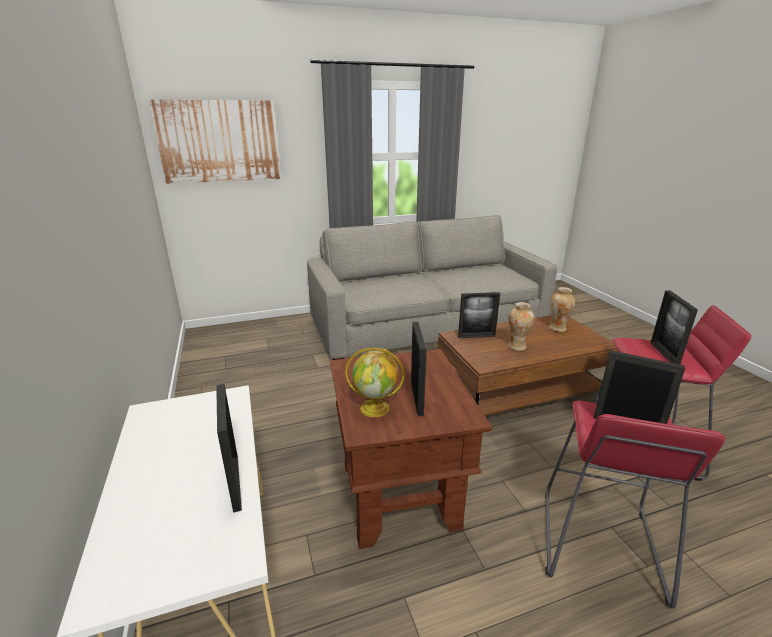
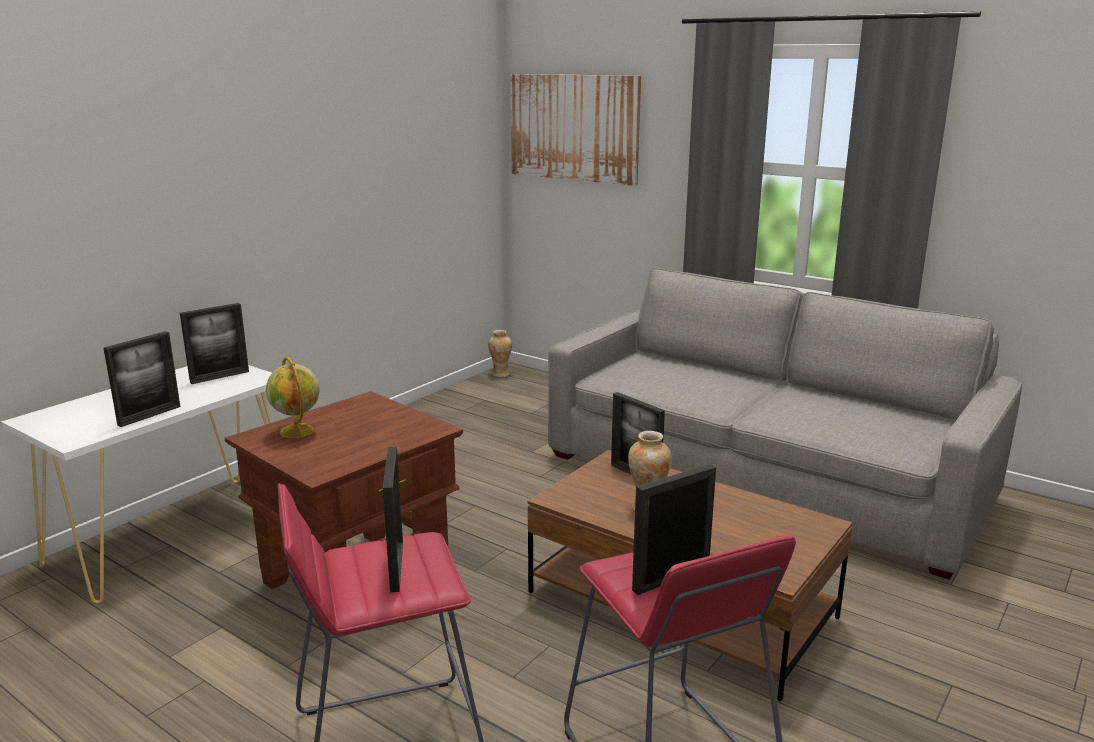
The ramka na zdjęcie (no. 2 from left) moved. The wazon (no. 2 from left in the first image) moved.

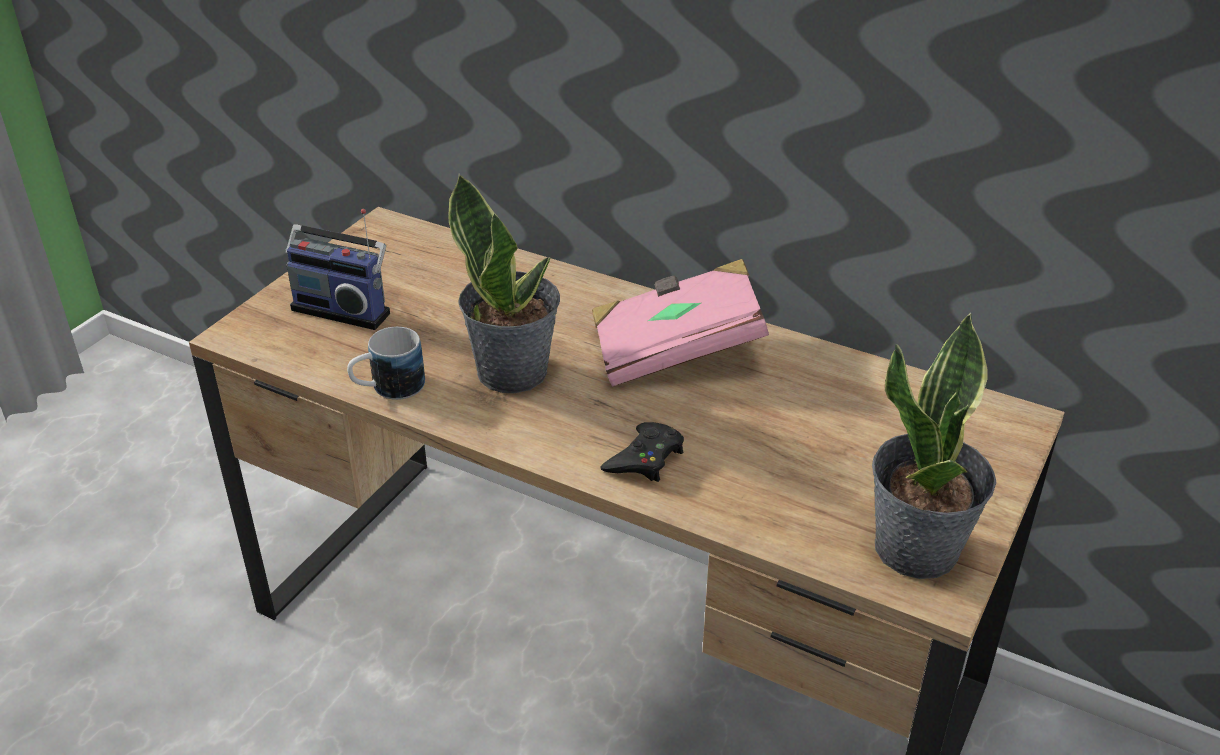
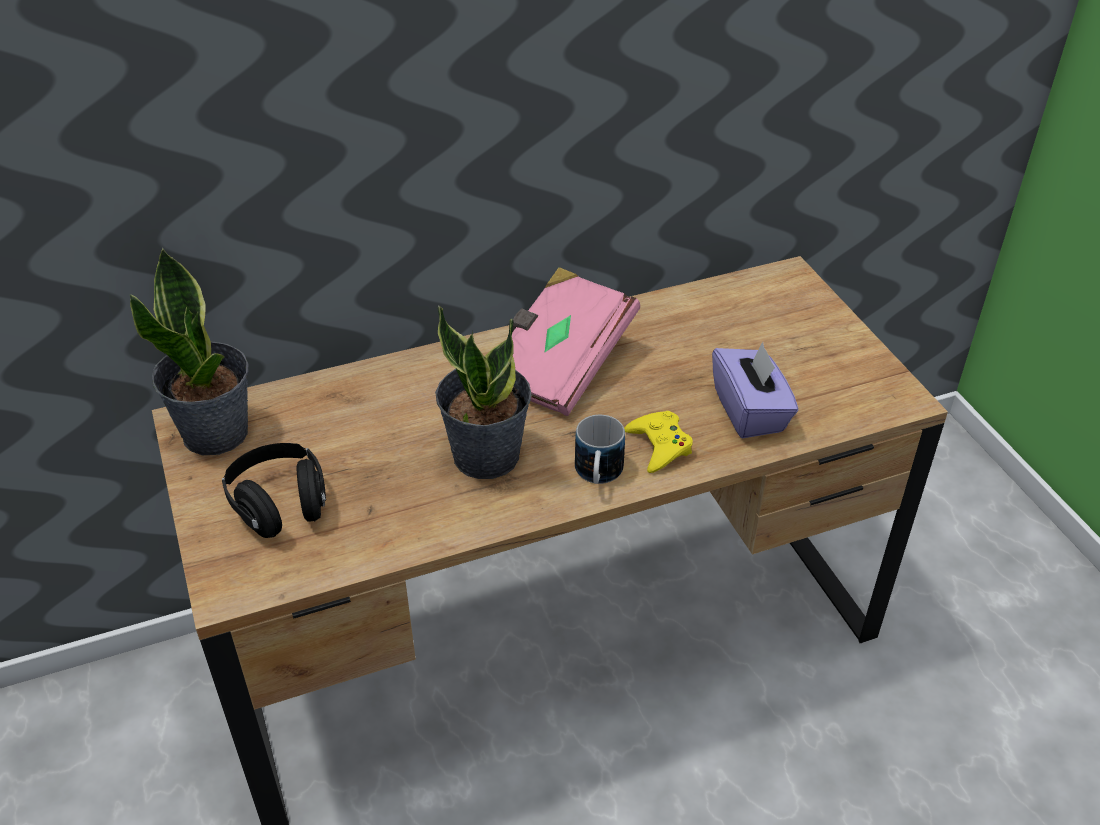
The radio was replaced by the słuchawki (czarny). The kubek moved. The pad do gier (czarny) became the pad do gier (żółty). The roślina doniczkowa (no. 2 from left in the first image) moved. The pudełko chusteczek (fioletowy) appeared.

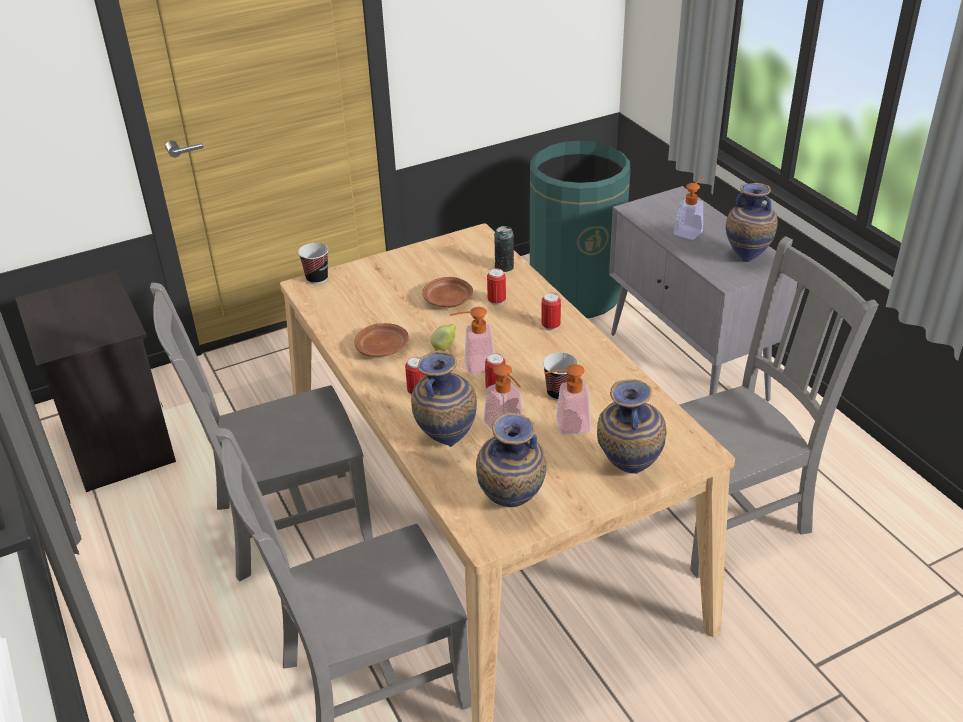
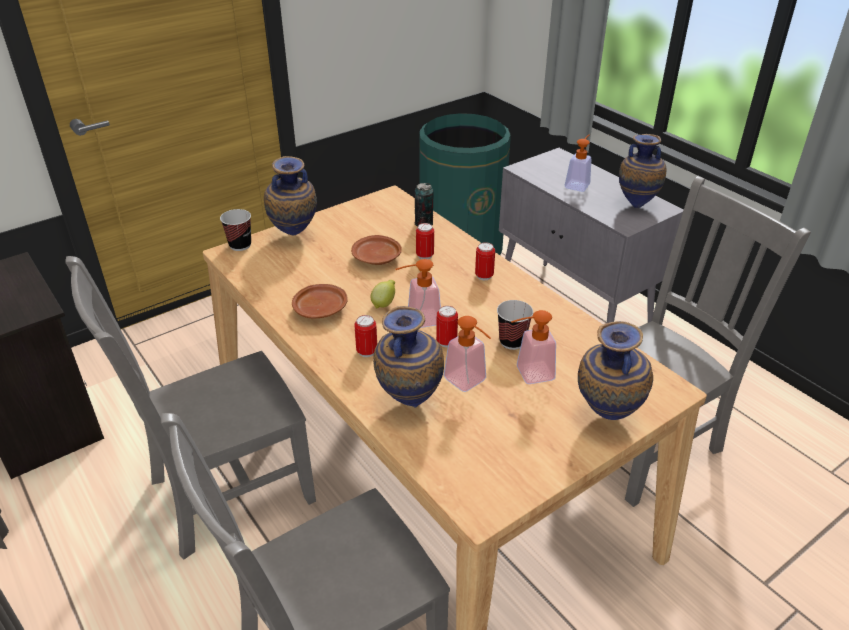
The wazon (no. 2 from left in the first image) moved.

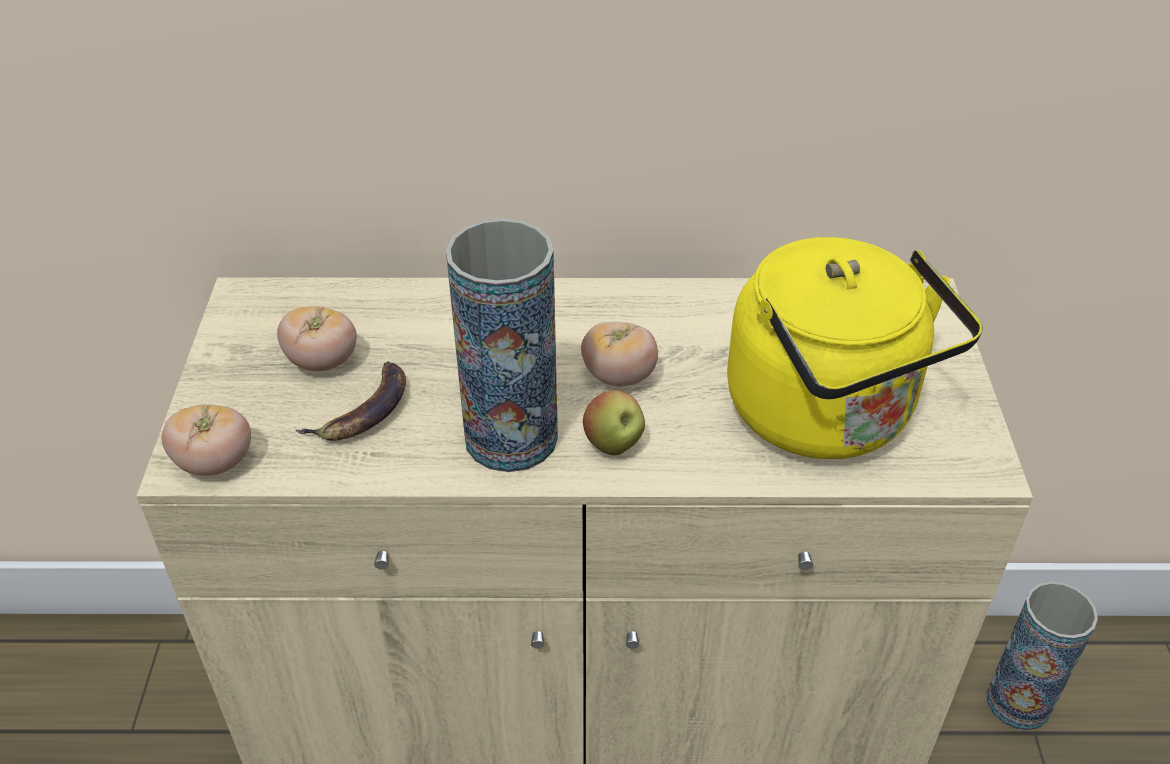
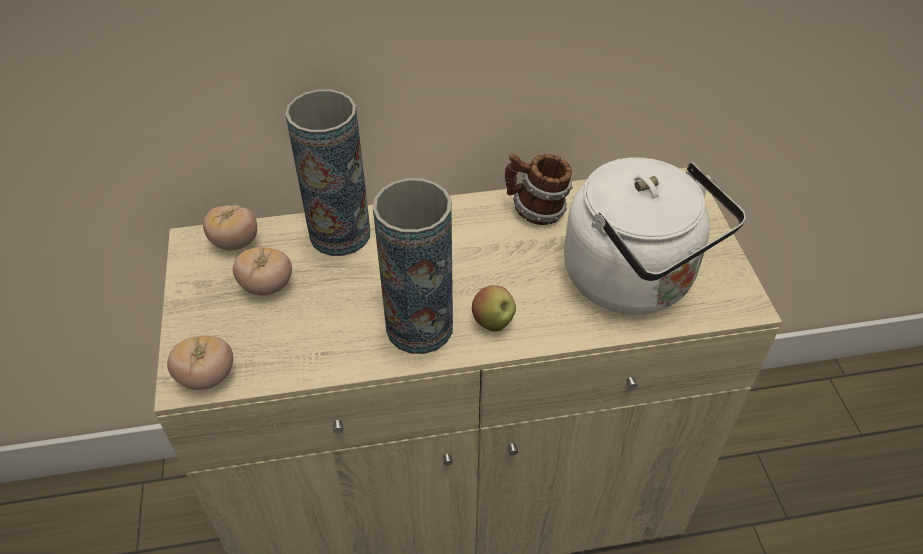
The banan disappeared. The pomidor (no. 3 from left in the first image) moved. The czajnik (żółty) became the czajnik (biały). The wazon (no. 2 from left in the first image) moved. The kubek appeared.

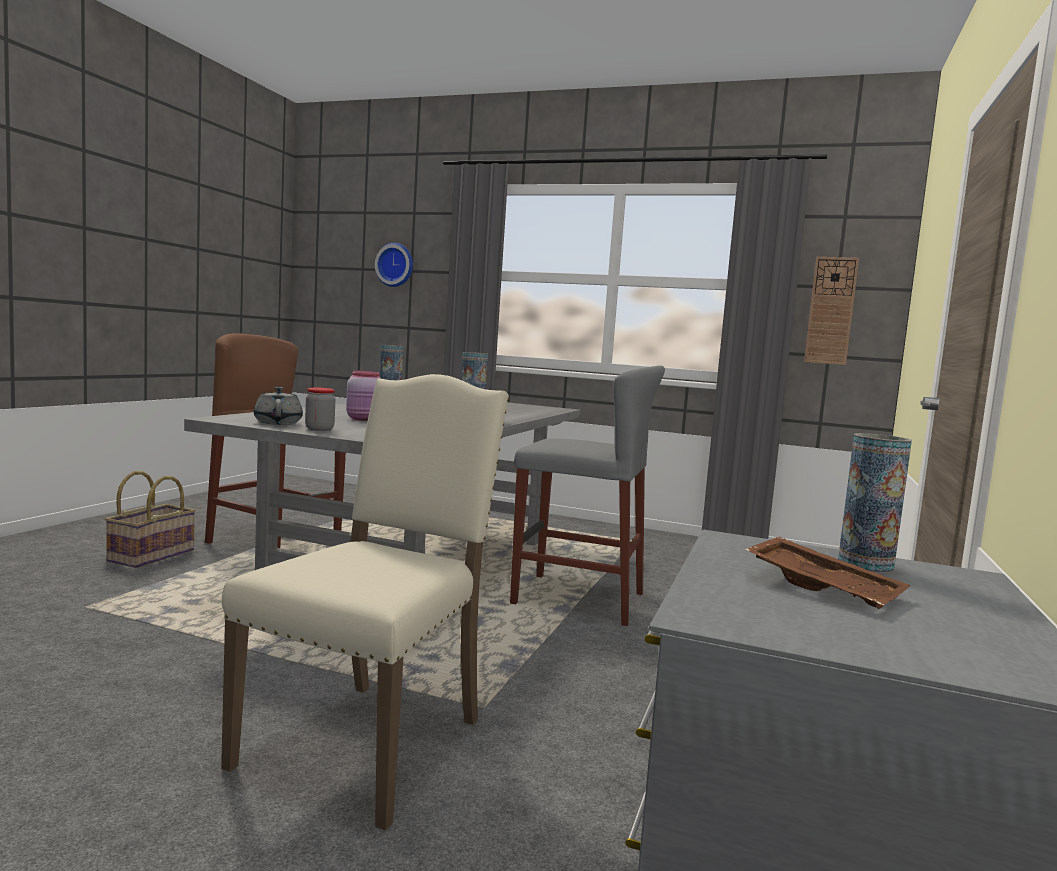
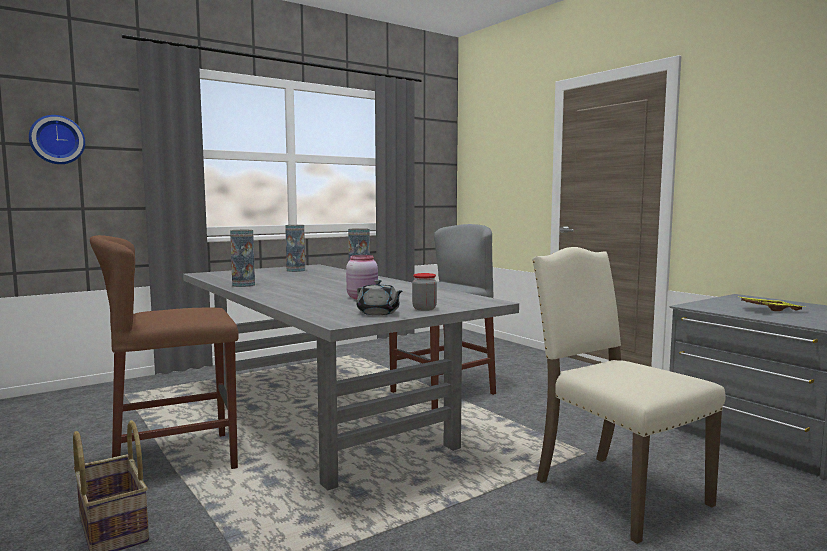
The imbryk (szary) turned 150 degrees counterclockwise. The taca (brązowy) became the taca (żółty). The zegar ścienny (no. 2 from left) disappeared. The wazon (no. 3 from left in the first image) moved.

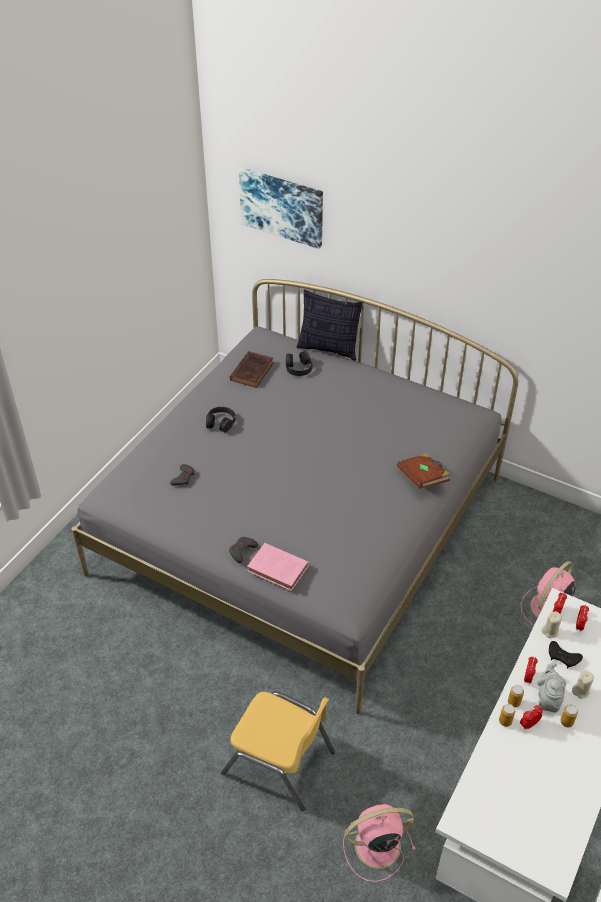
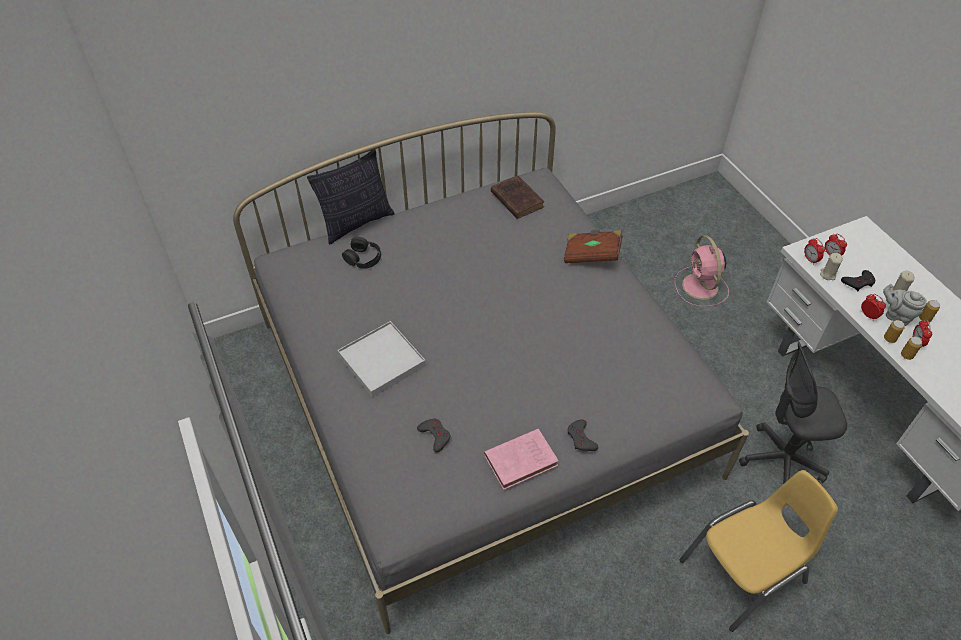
The słuchawki (czarny) (no. 1 from left) was replaced by the taca (biały). The książka (brązowy) (no. 1 from left) moved. The obraz disappeared. The książka (różowy) moved. The wentylator (różowy) (no. 1 from left) disappeared. The krzesło biurowe (szary) appeared.

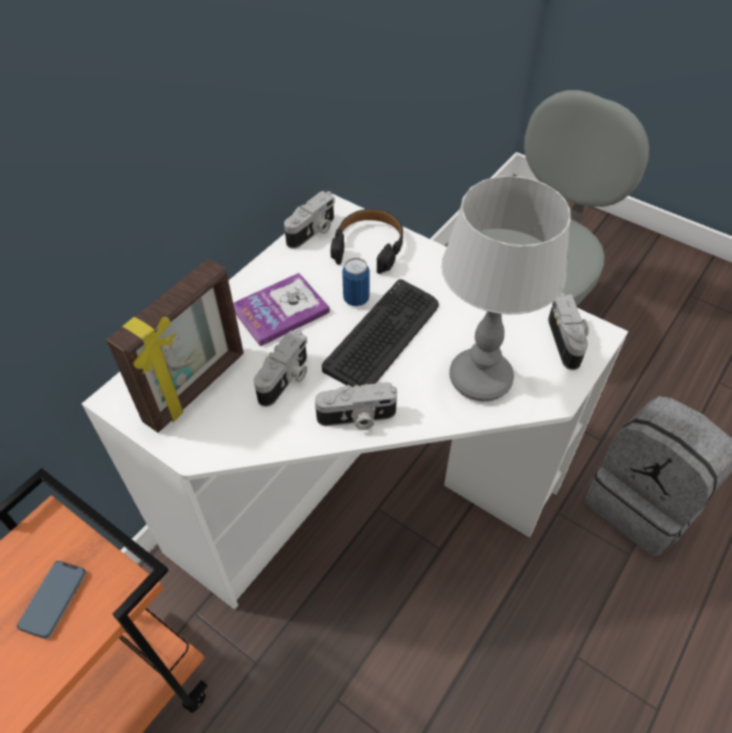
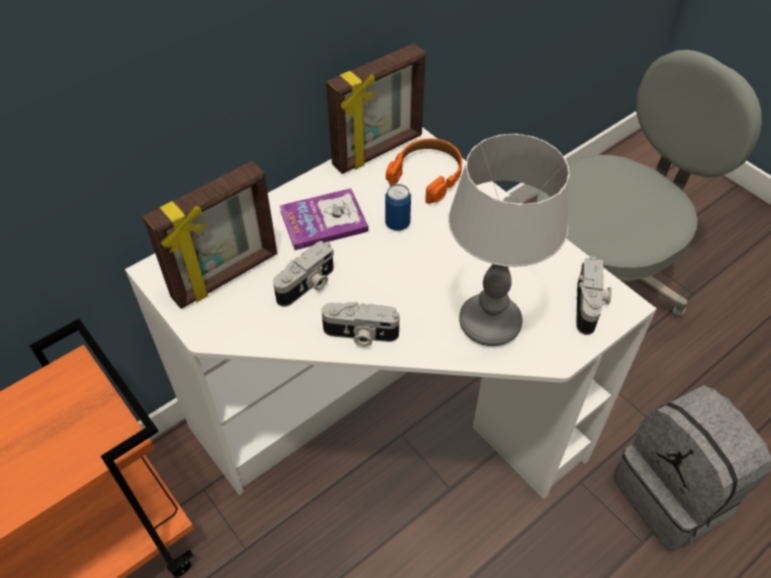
The telefon disappeared. The aparat fotograficzny (no. 2 from left) was replaced by the ramka na zdjęcie (no. 2 from left). The klawiatura disappeared. The słuchawki (czarny) became the słuchawki (pomarańczowy).

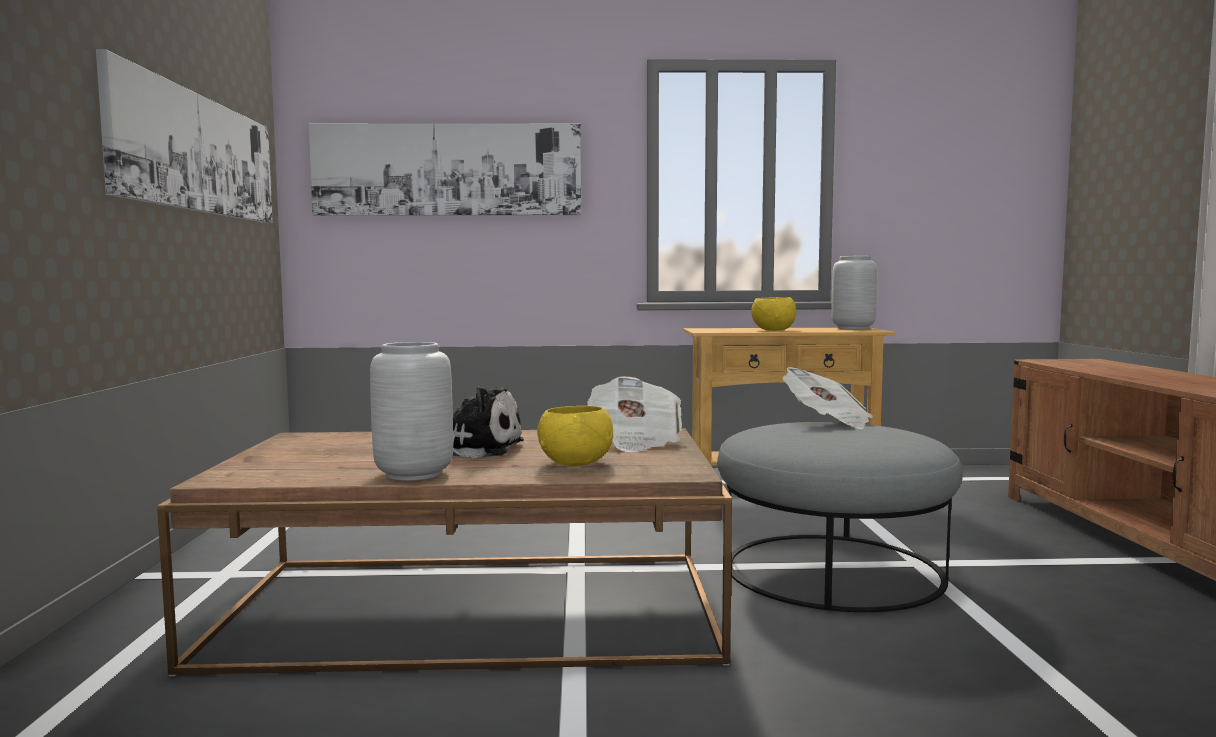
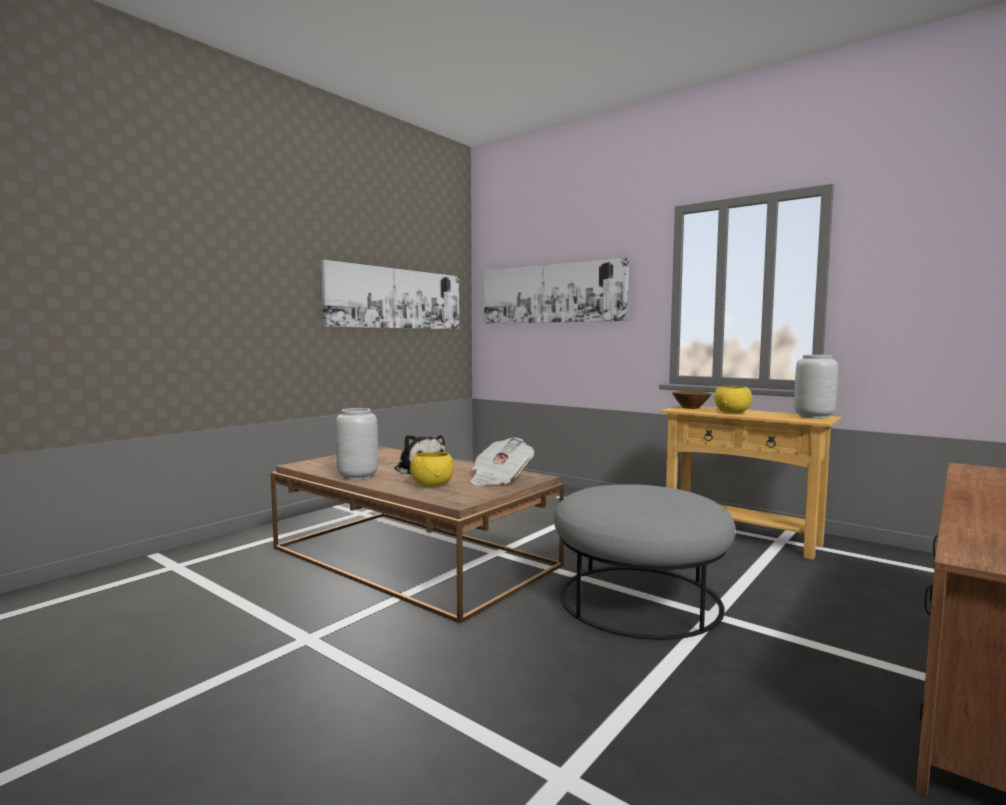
The gazeta (no. 2 from left) disappeared. The miska (brązowy) appeared.

